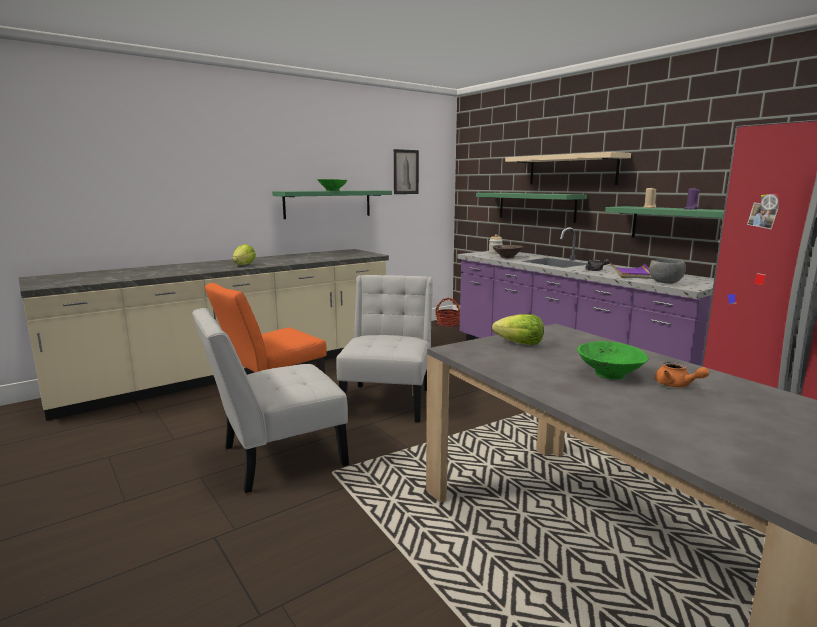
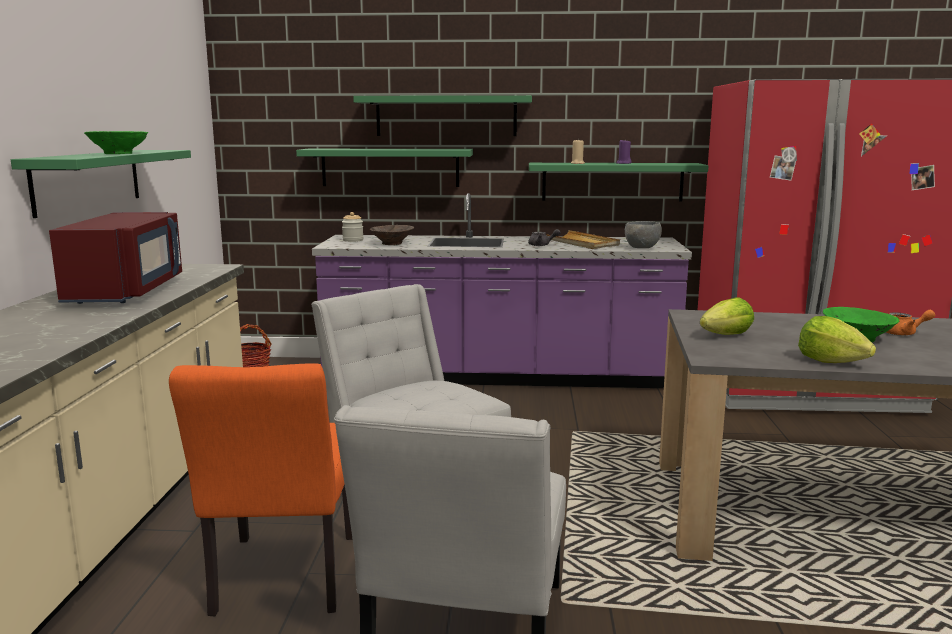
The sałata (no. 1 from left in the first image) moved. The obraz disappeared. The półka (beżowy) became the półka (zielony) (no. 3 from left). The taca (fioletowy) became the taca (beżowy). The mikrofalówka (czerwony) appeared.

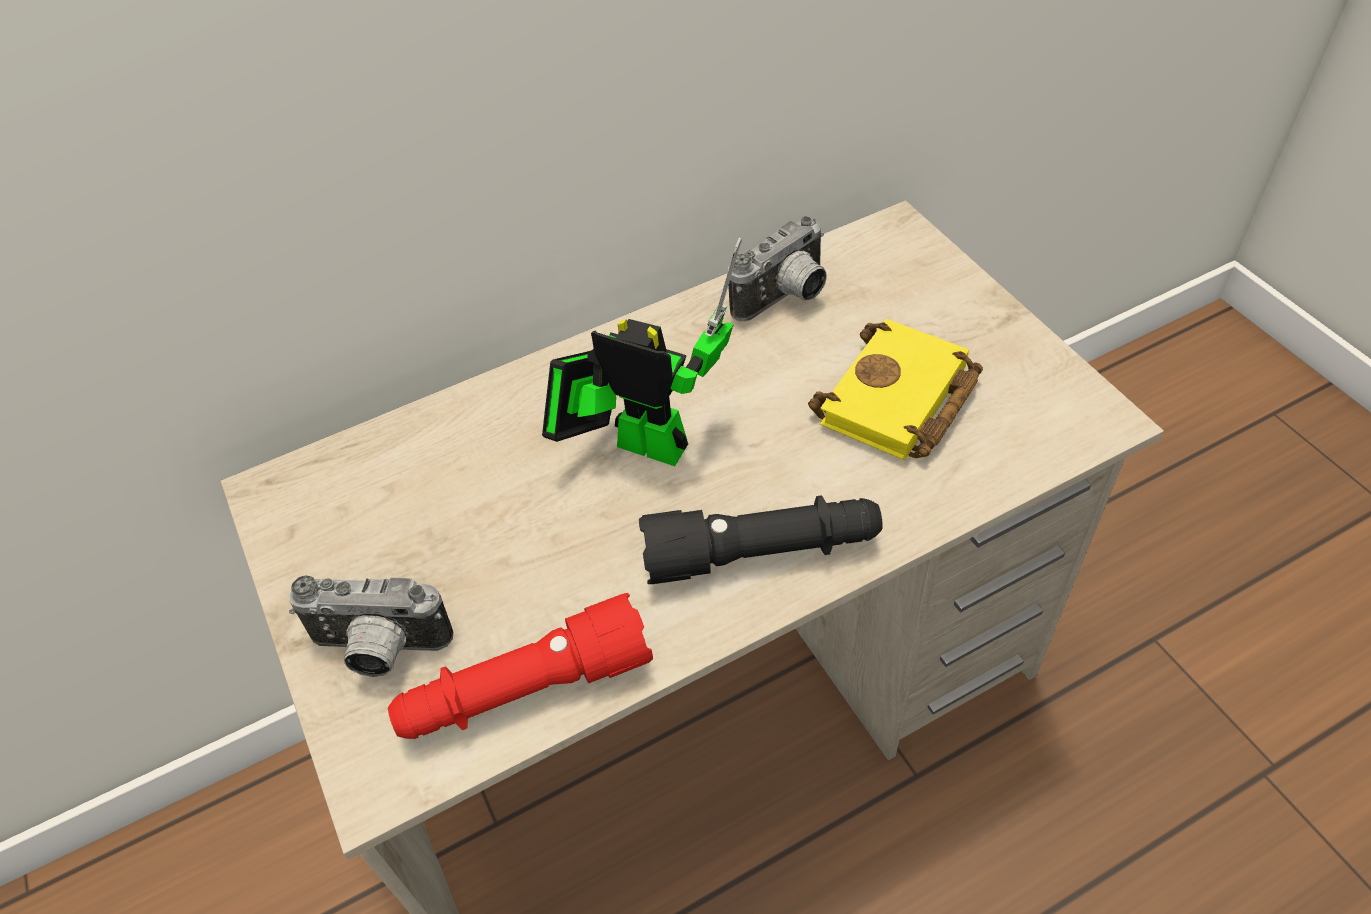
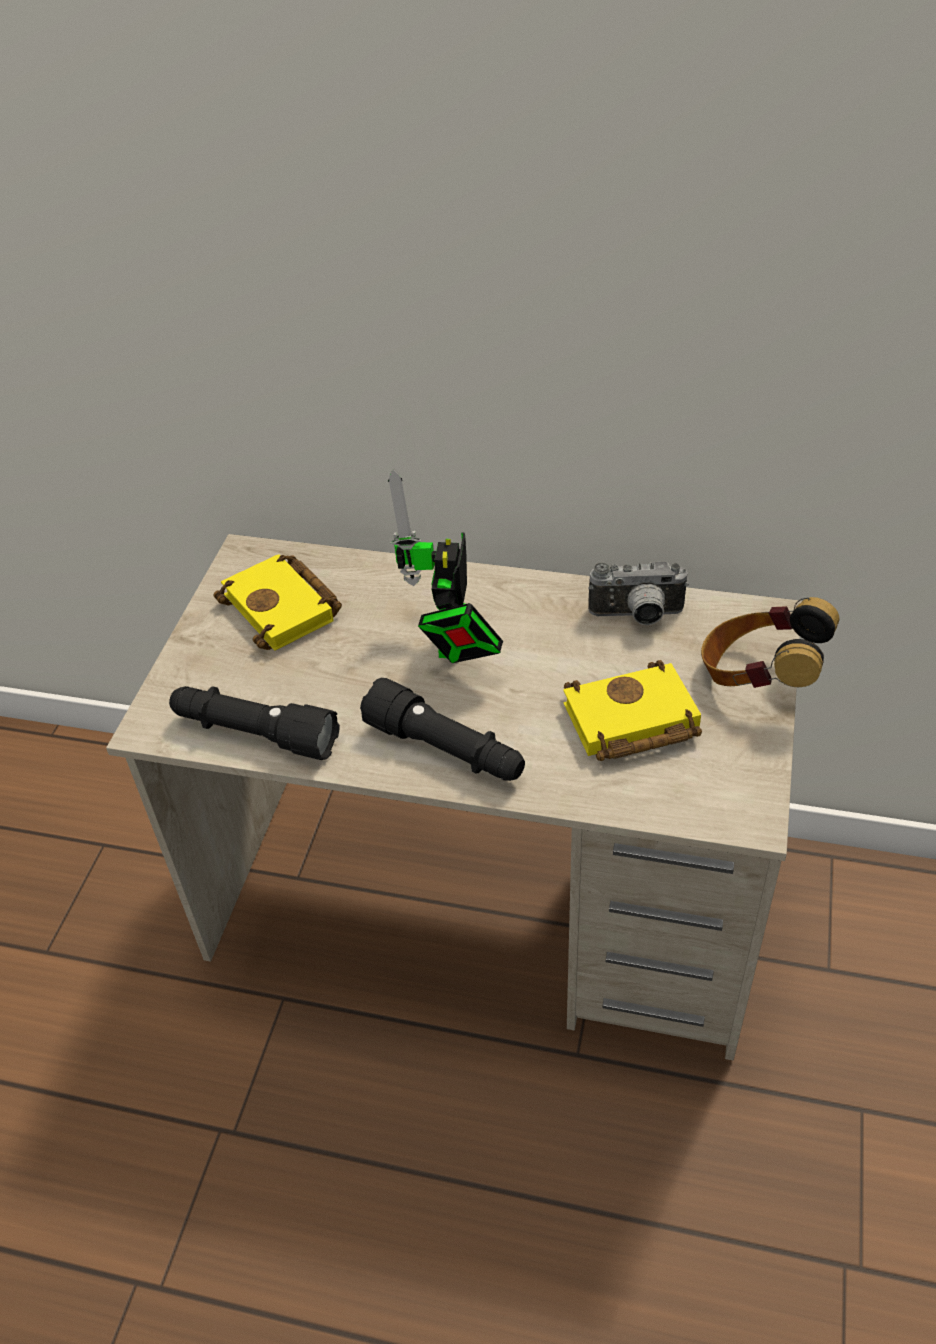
The aparat fotograficzny (no. 1 from left) disappeared. The latarka (czerwony) became the latarka (czarny) (no. 1 from left). The robot zabawkowy turned 150 degrees counterclockwise. The książka (żółty) (no. 1 from left) appeared. The słuchawki appeared.

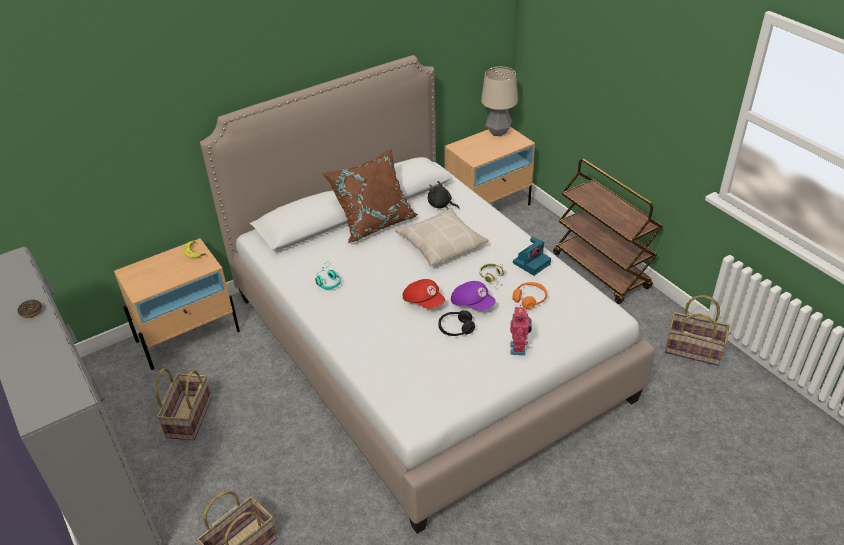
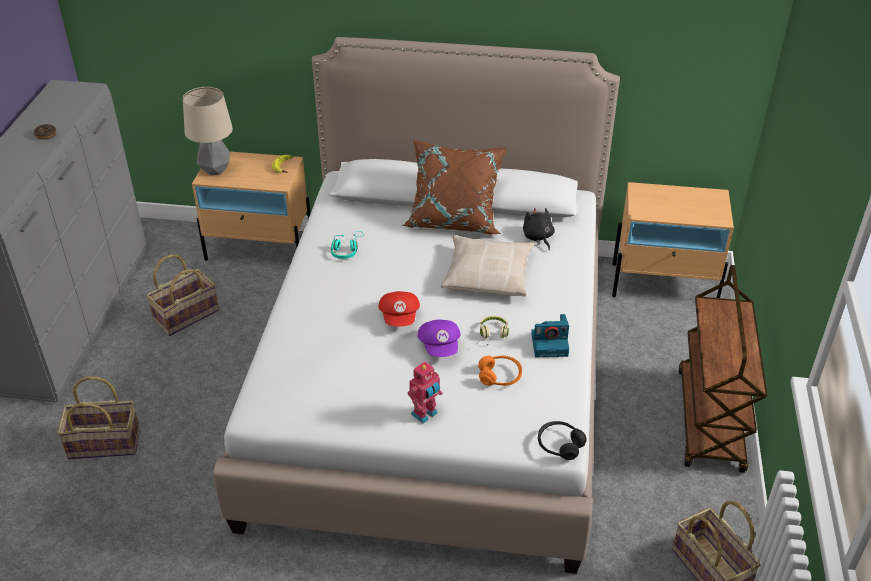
The słuchawki (czarny) moved. The lampa stołowa moved.

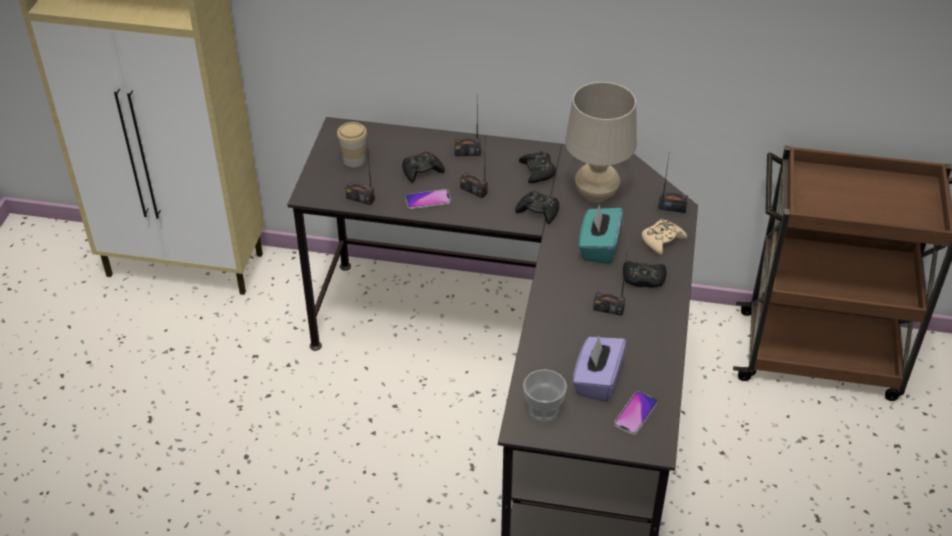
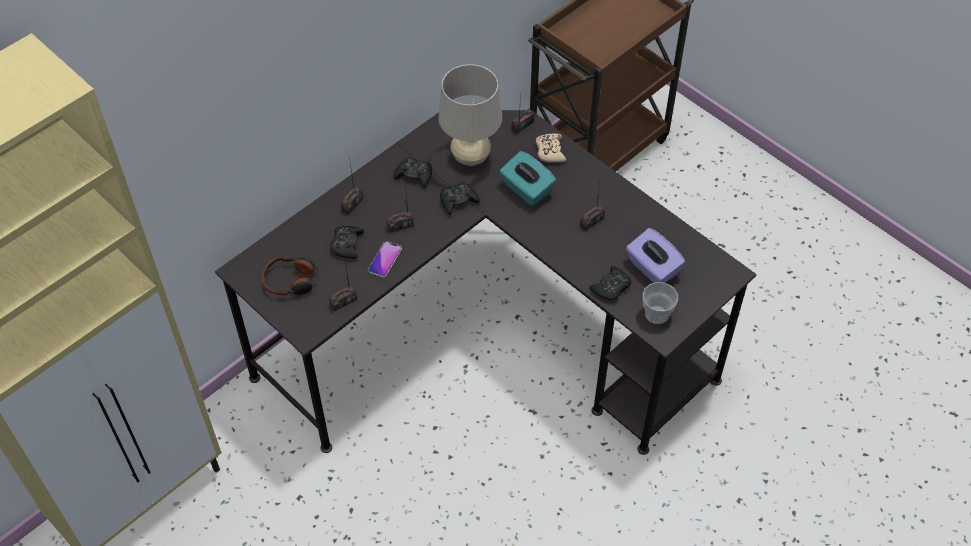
The filiżanka (no. 1 from left) was replaced by the słuchawki. The telefon (no. 2 from left) disappeared. The pad do gier (czarny) (no. 4 from left) moved.

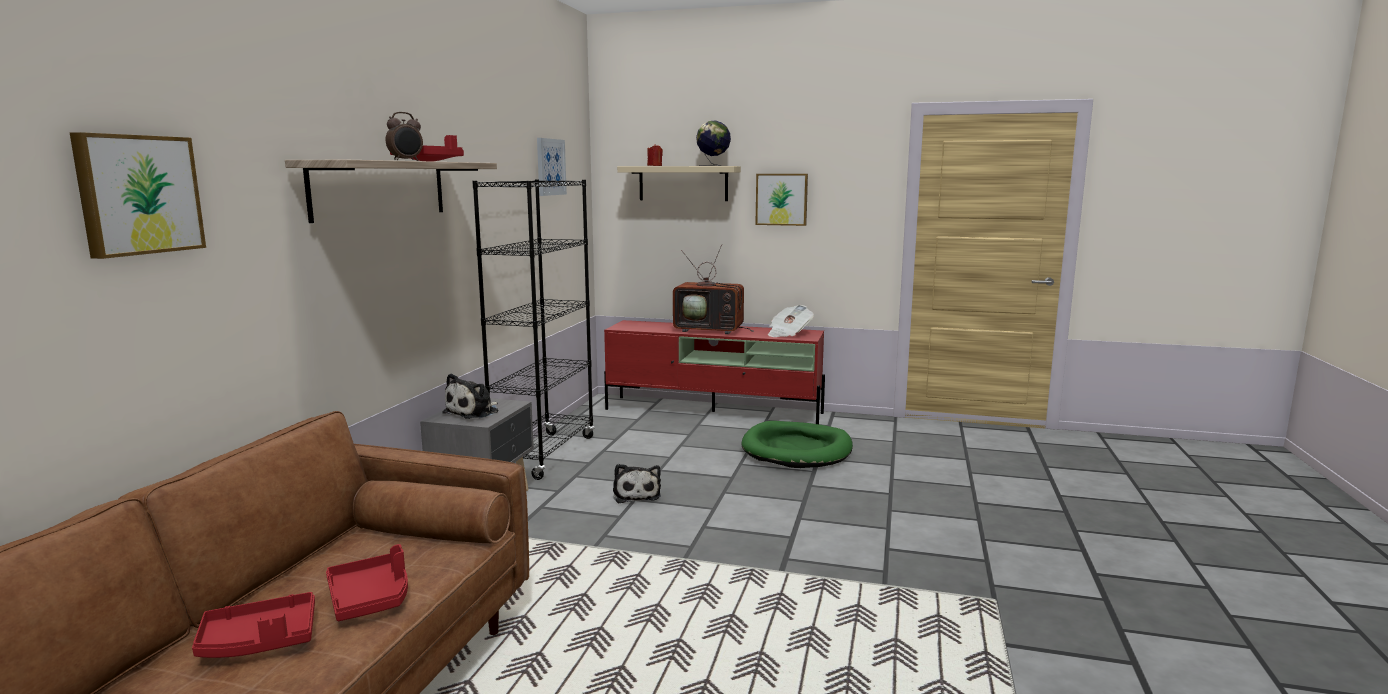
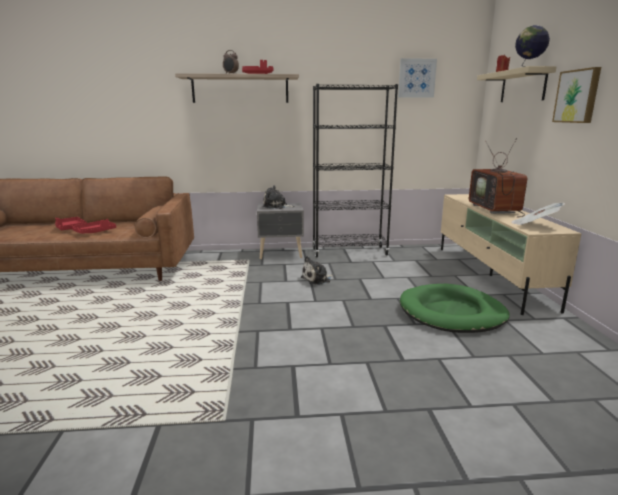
The obraz (no. 1 from left) disappeared. The szafka pod telewizor (czerwony) became the szafka pod telewizor (beżowy).

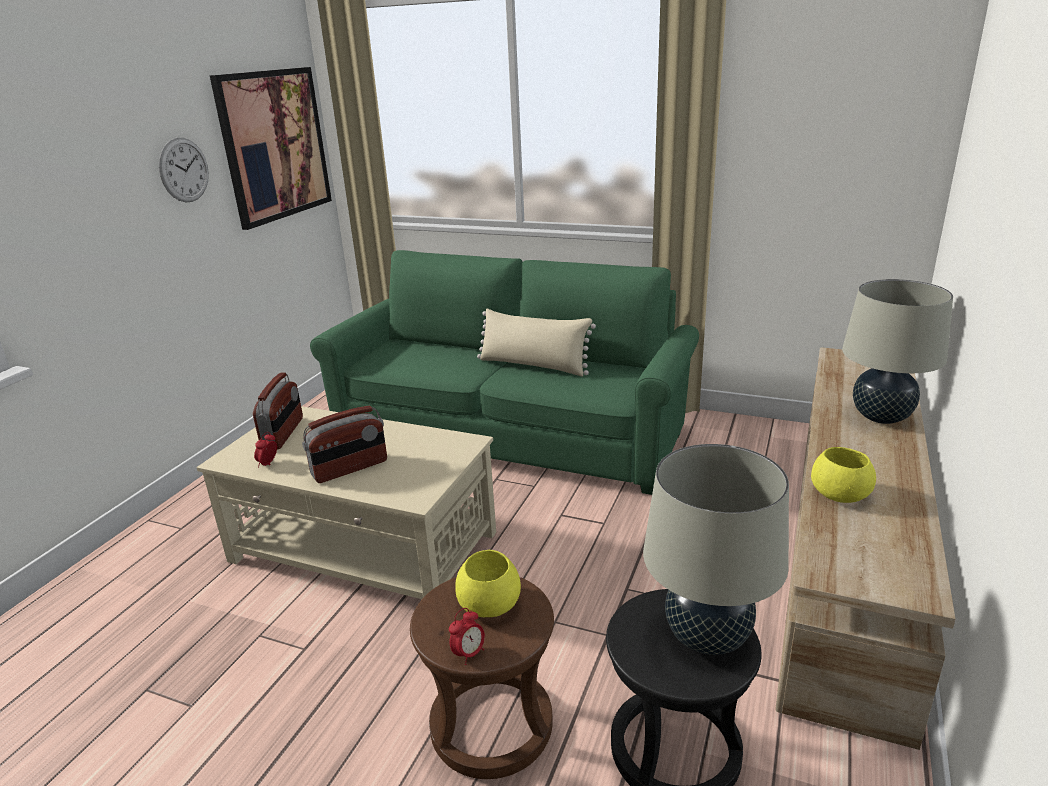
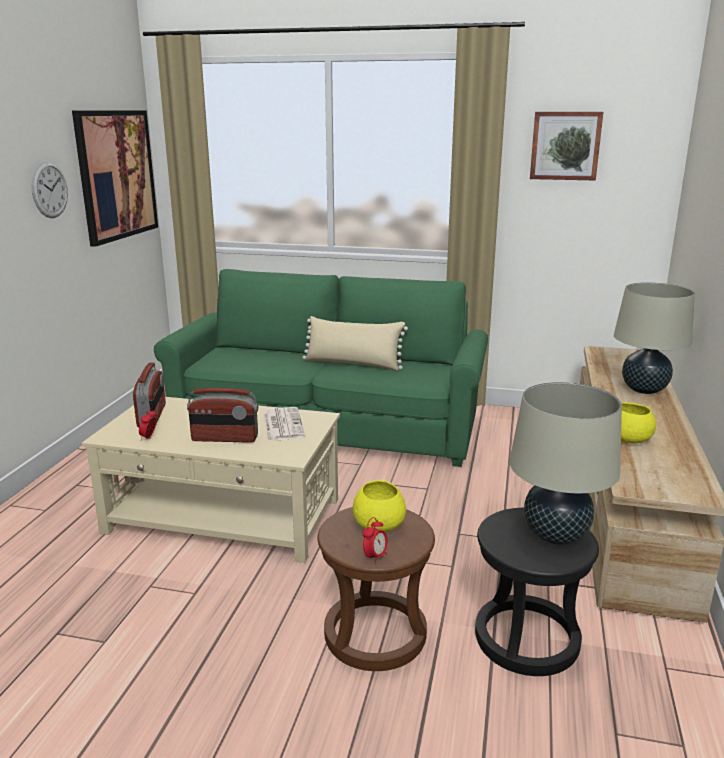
The radio (no. 2 from left) turned 45 degrees clockwise. The gazeta appeared. The obraz (no. 2 from left) appeared.

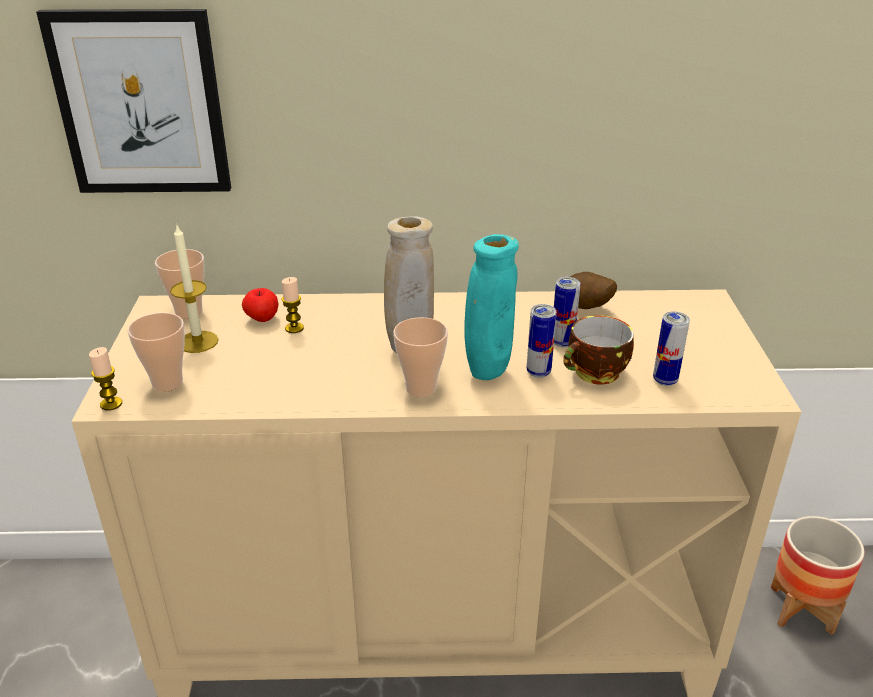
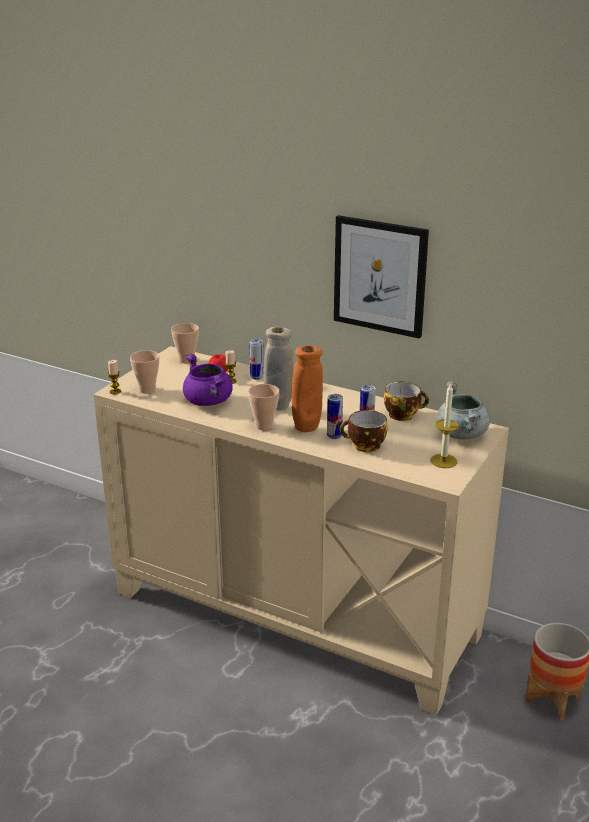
The obraz moved. The świeca (no. 2 from left in the first image) moved. The wazon (turkusowy) became the wazon (pomarańczowy). The ziemniak was replaced by the filiżanka (no. 5 from left). The puszka (no. 3 from left in the first image) moved. The garnek (fioletowy) appeared. The garnek (szary) appeared.

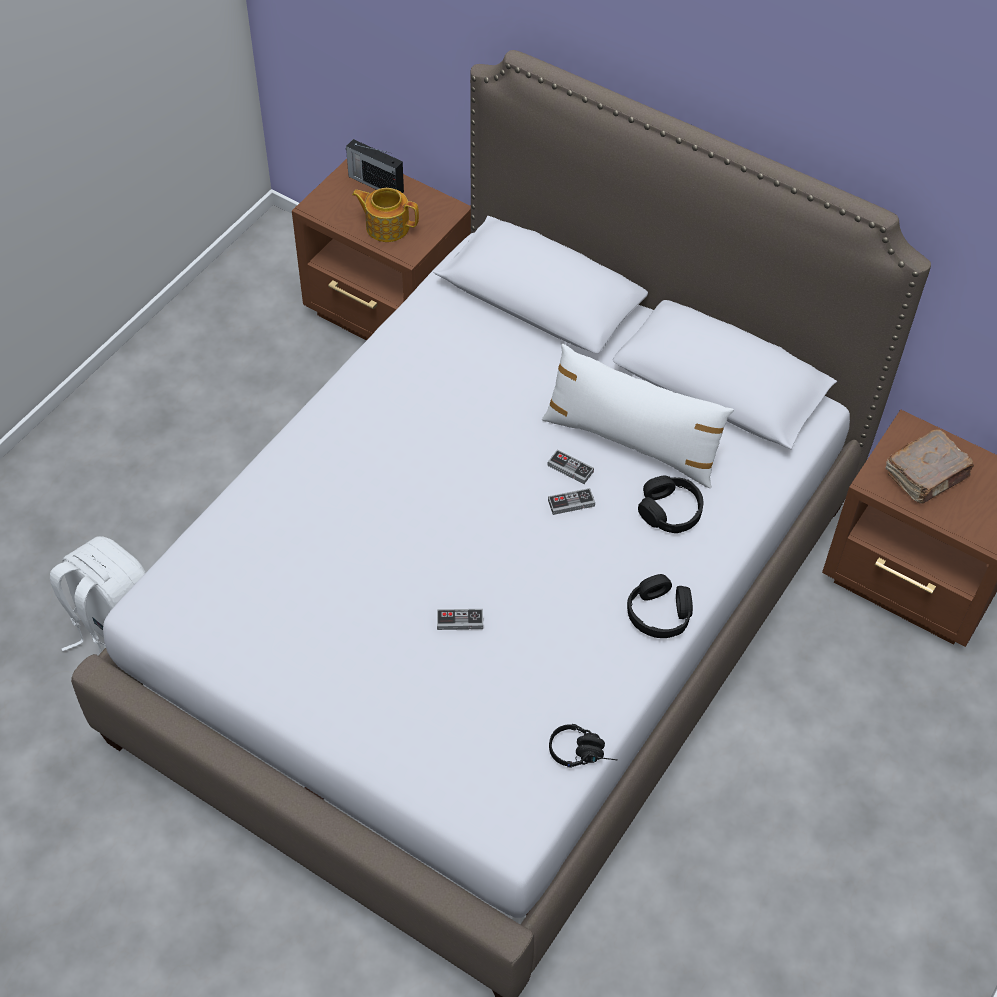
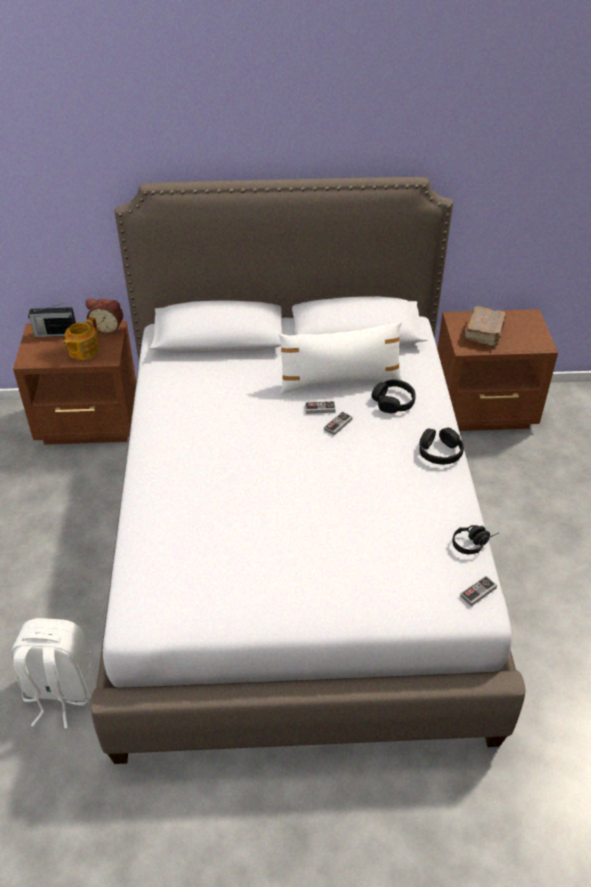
The imbryk turned 45 degrees counterclockwise. The pad do gier (no. 1 from left in the first image) moved. The budzik appeared.

